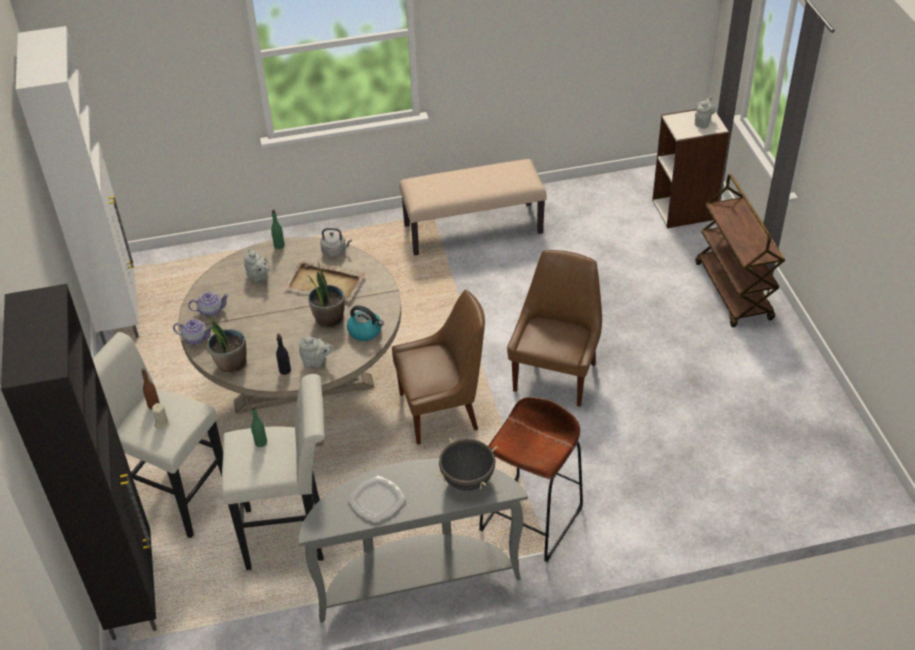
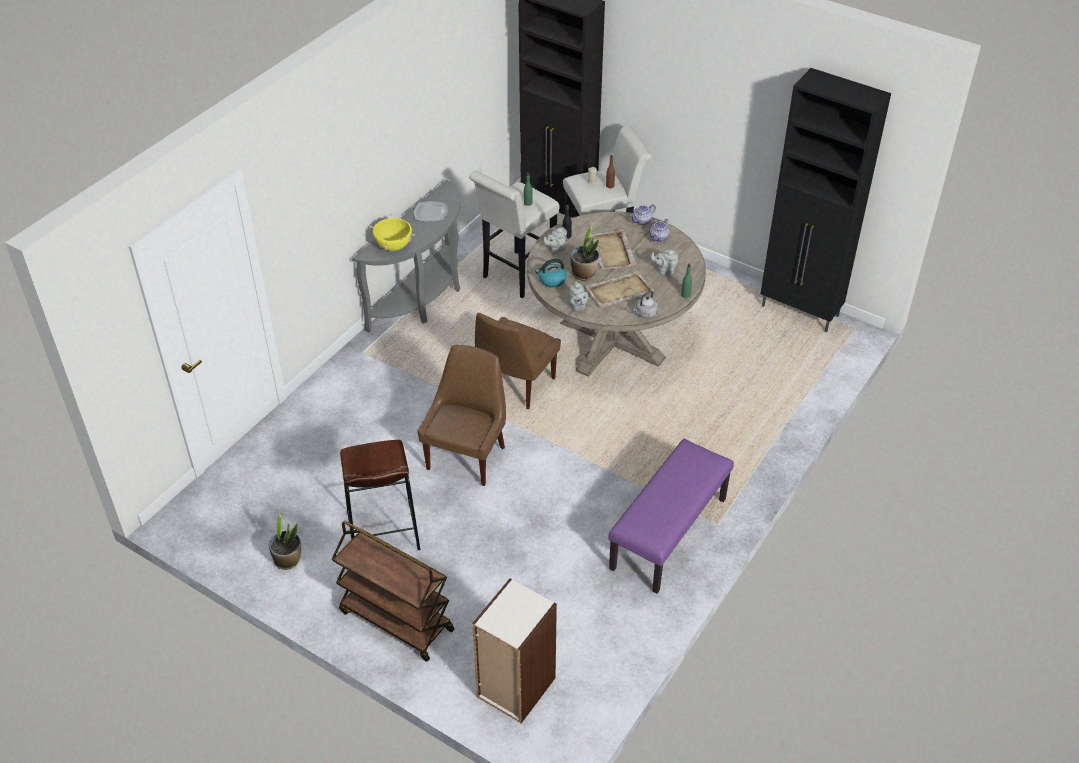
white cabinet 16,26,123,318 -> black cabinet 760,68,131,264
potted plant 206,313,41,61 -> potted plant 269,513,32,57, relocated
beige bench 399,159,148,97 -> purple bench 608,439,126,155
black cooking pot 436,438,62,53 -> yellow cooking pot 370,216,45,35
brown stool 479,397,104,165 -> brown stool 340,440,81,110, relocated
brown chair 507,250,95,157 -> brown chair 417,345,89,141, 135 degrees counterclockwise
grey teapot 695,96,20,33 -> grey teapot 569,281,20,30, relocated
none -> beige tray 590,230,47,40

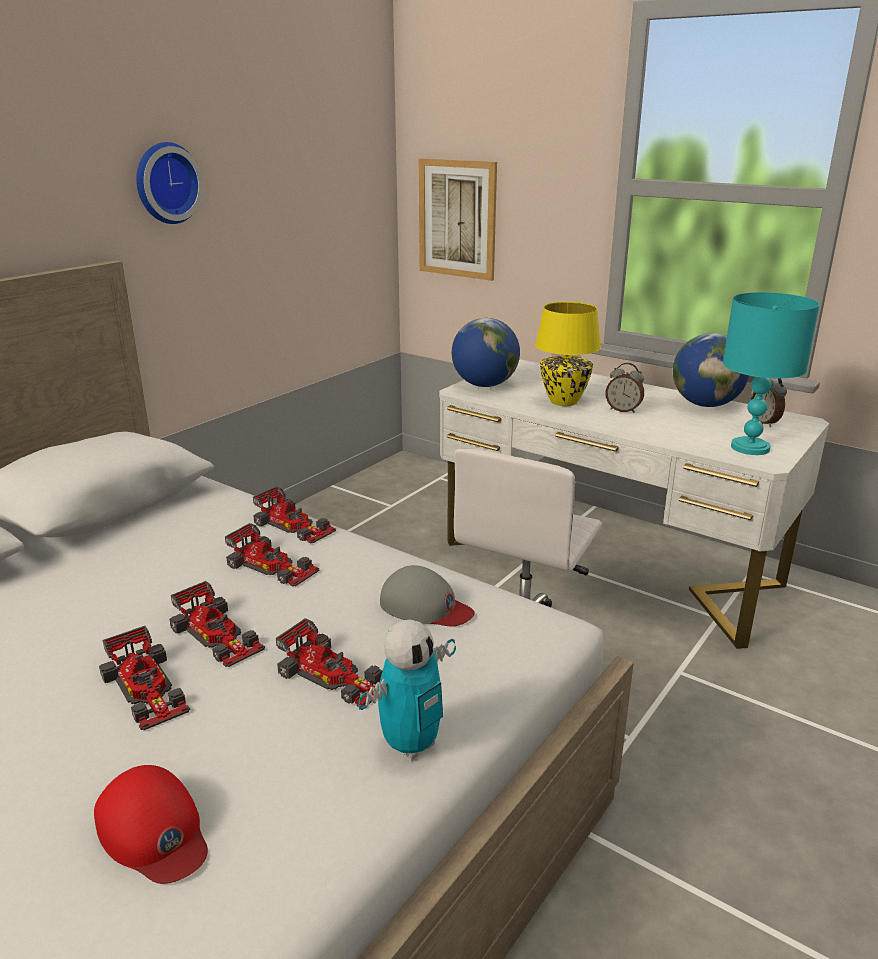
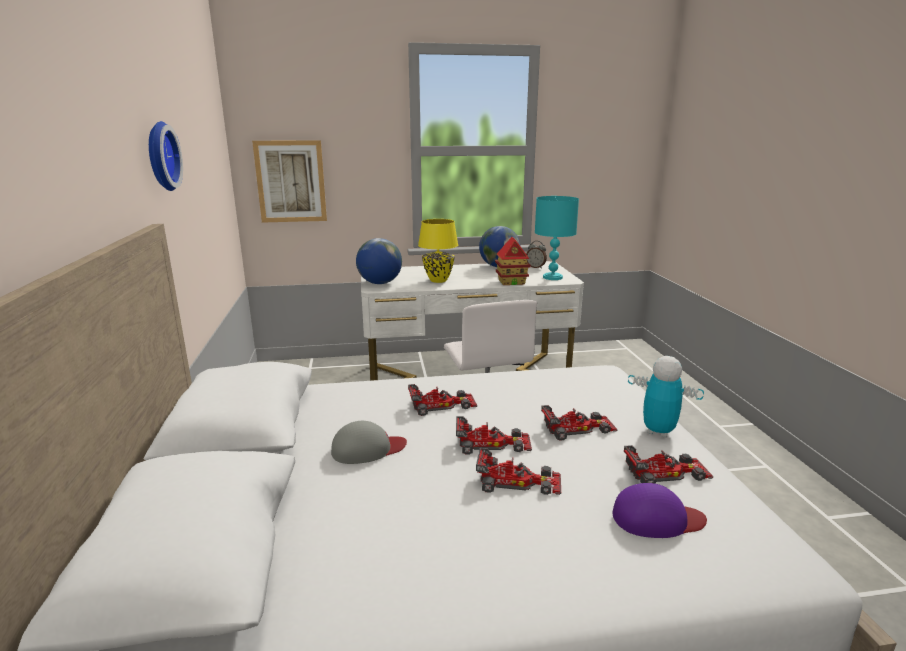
red cap 94,765,114,119 -> purple cap 613,483,94,55
toy car 253,486,83,57 -> toy car 624,445,90,39, relocated
toy robot 358,620,98,141 -> toy robot 628,356,76,82, 60 degrees counterclockwise
grey cap 380,565,95,61 -> grey cap 331,421,76,43, relocated
alarm clock 605,363,39,50 -> none
none -> toy house 495,237,36,48

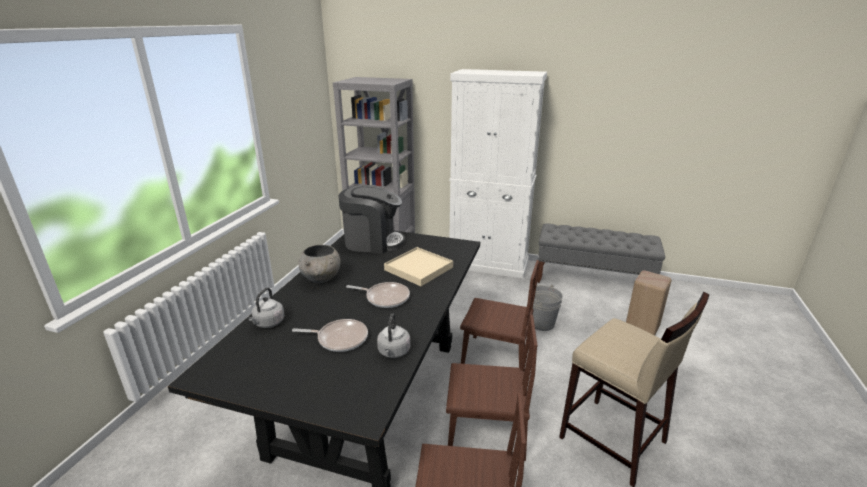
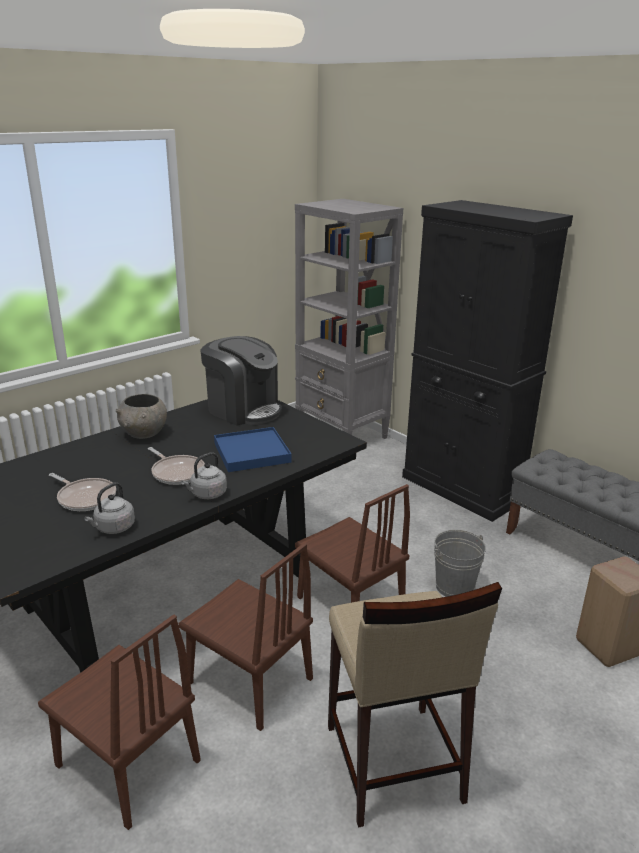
grey kettle 248,287,36,41 -> grey kettle 181,452,46,47, relocated
beige tray 384,247,69,39 -> blue tray 214,427,77,45
white cabinet 449,69,98,209 -> black cabinet 402,200,171,322

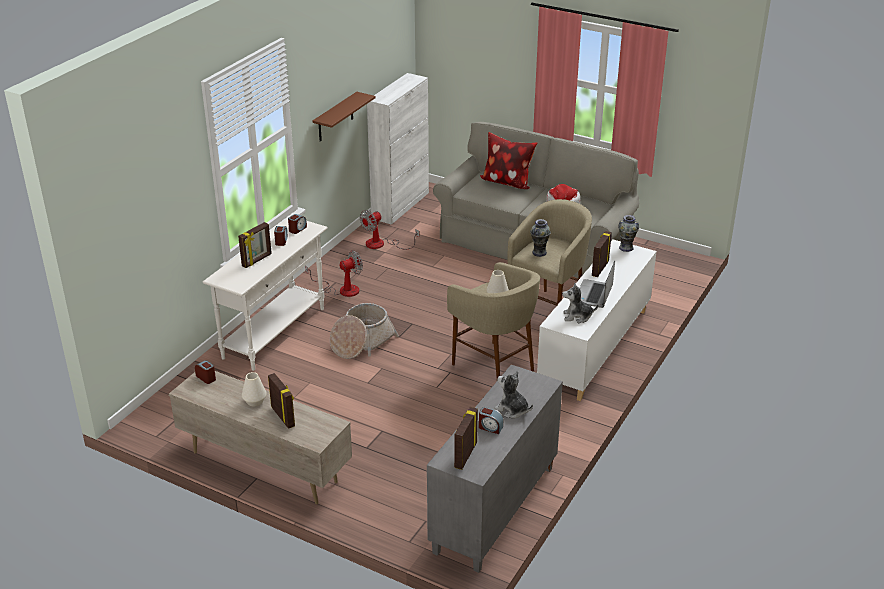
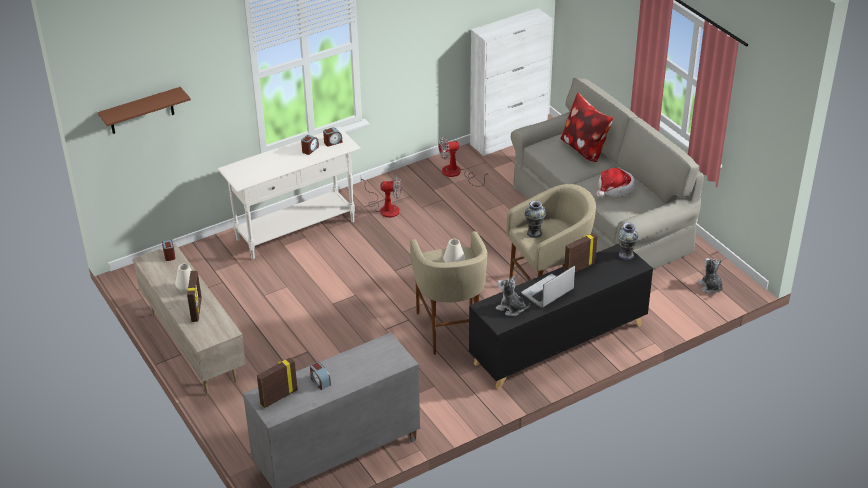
picture frame 238,222,34,46 -> none
brown shelf 312,92,64,50 -> brown shelf 98,87,93,47, relocated
basket 330,303,69,56 -> none
plush toy 494,371,39,47 -> plush toy 698,258,25,36, relocated
white cabinet 537,240,120,161 -> black cabinet 469,244,184,145

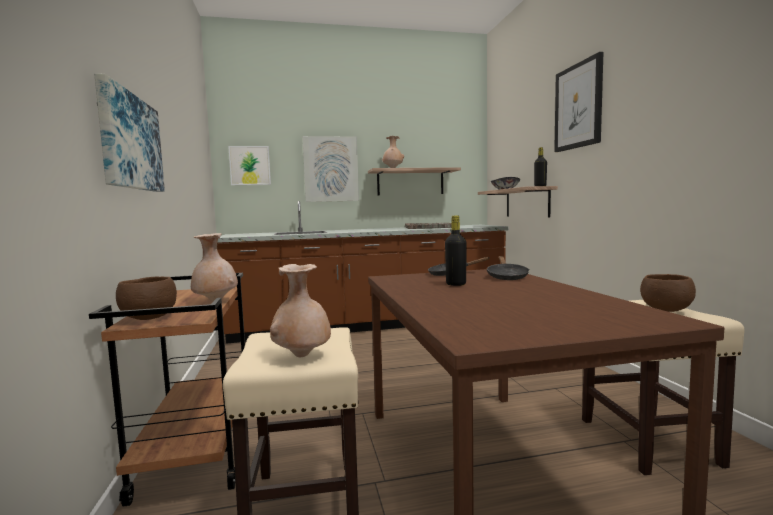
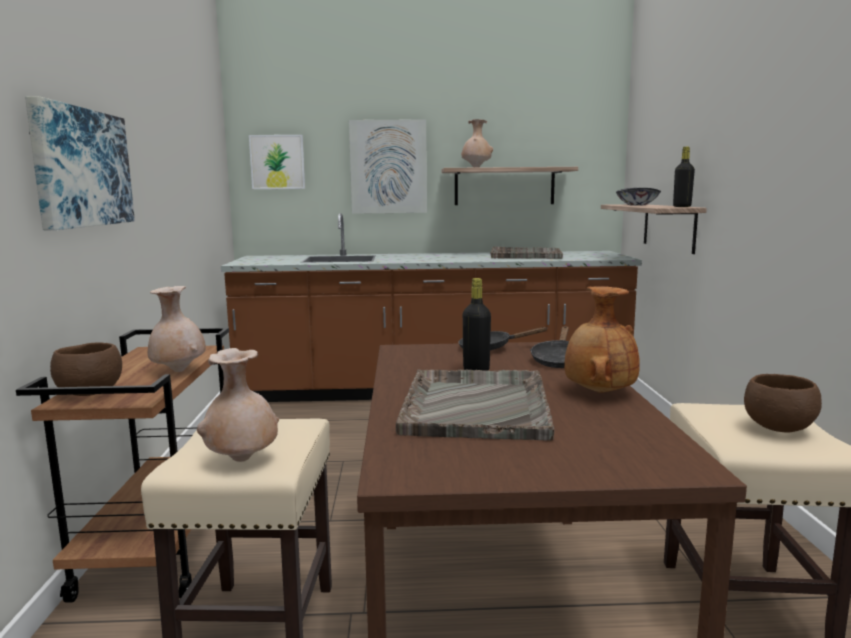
picture 554,52,49,100 -> none
none -> grey tray 396,369,158,72
none -> brown vase 564,286,76,107

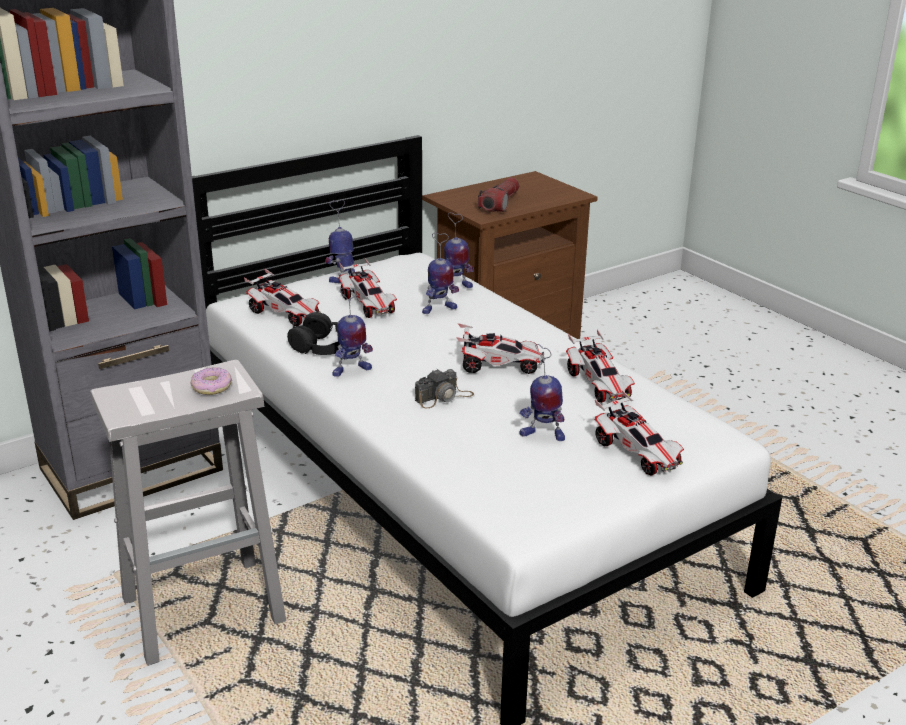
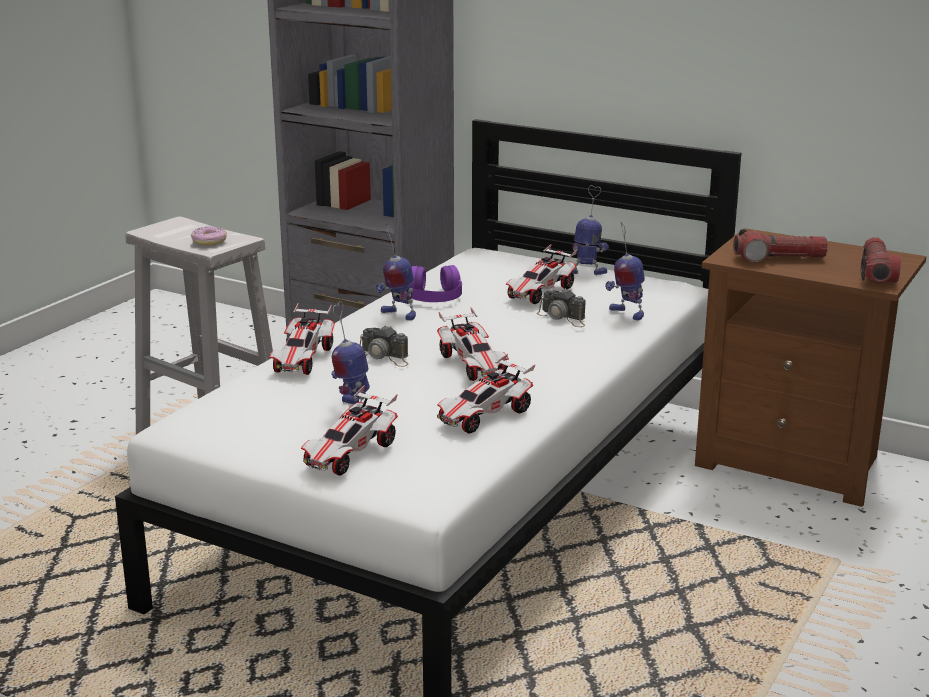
toy car 244,268,76,58 -> toy car 270,303,65,72, relocated
black headphones 287,312,53,43 -> purple headphones 411,265,51,37
toy robot 422,233,37,81 -> photo camera 537,288,49,39
none -> flashlight 861,237,40,46

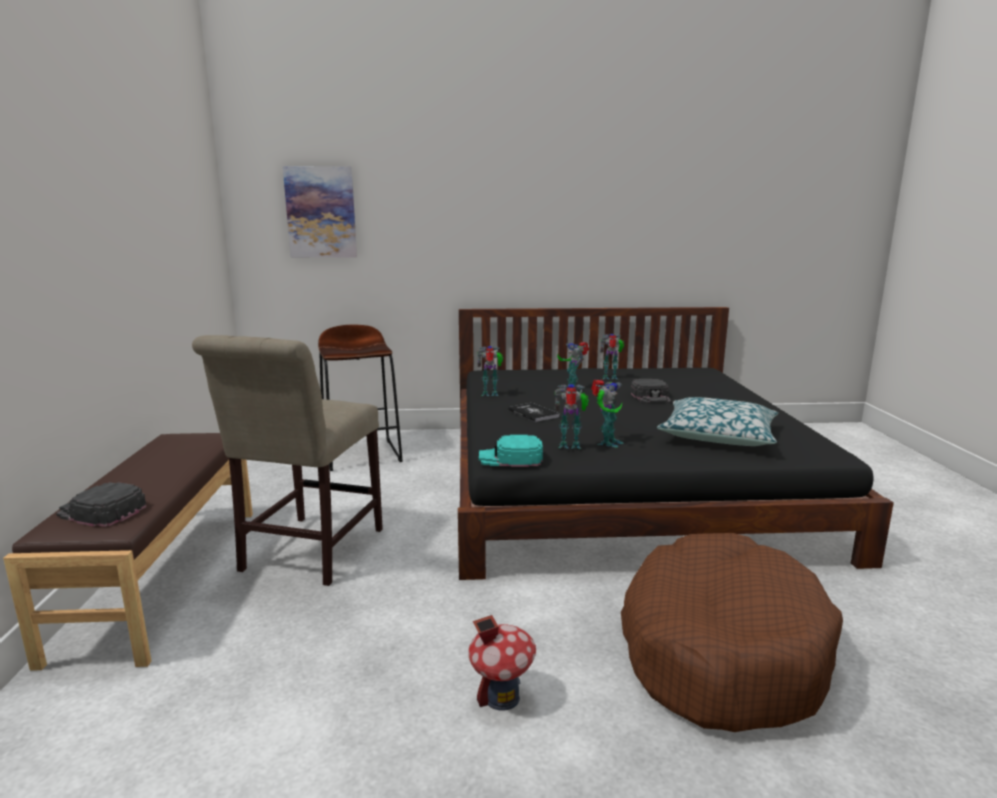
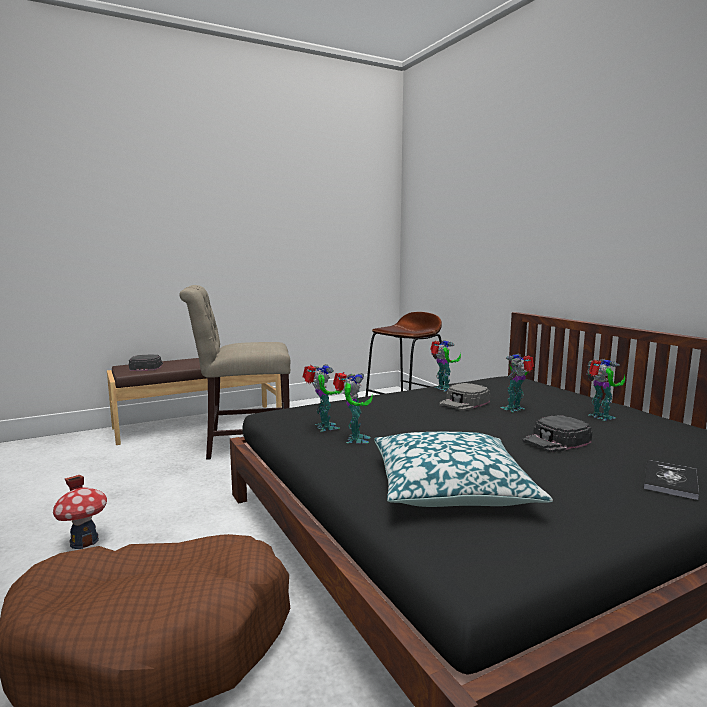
picture 283,166,74,92 -> none
turquoise cap 479,435,64,32 -> none
book 508,403,51,19 -> book 644,460,55,40, relocated
toy robot 591,379,33,68 -> toy robot 333,372,40,71, 90 degrees counterclockwise
none -> grey cap 439,383,51,28

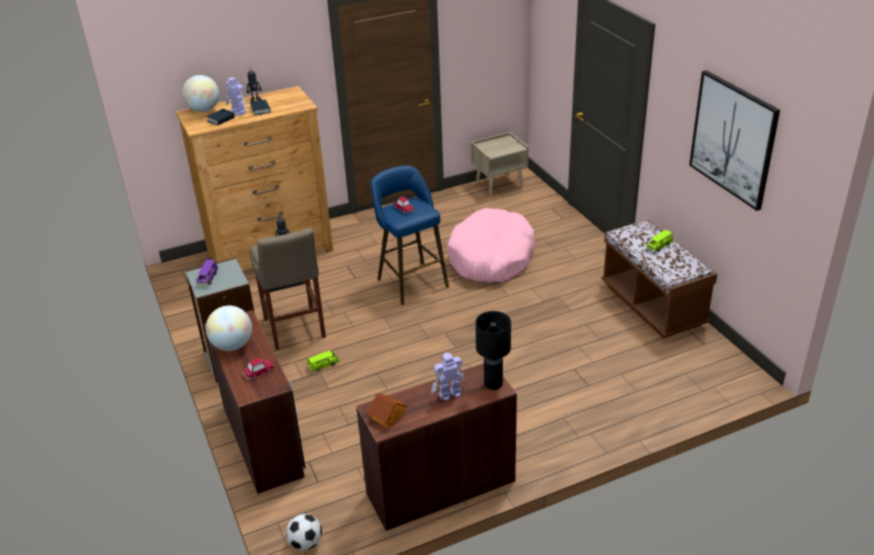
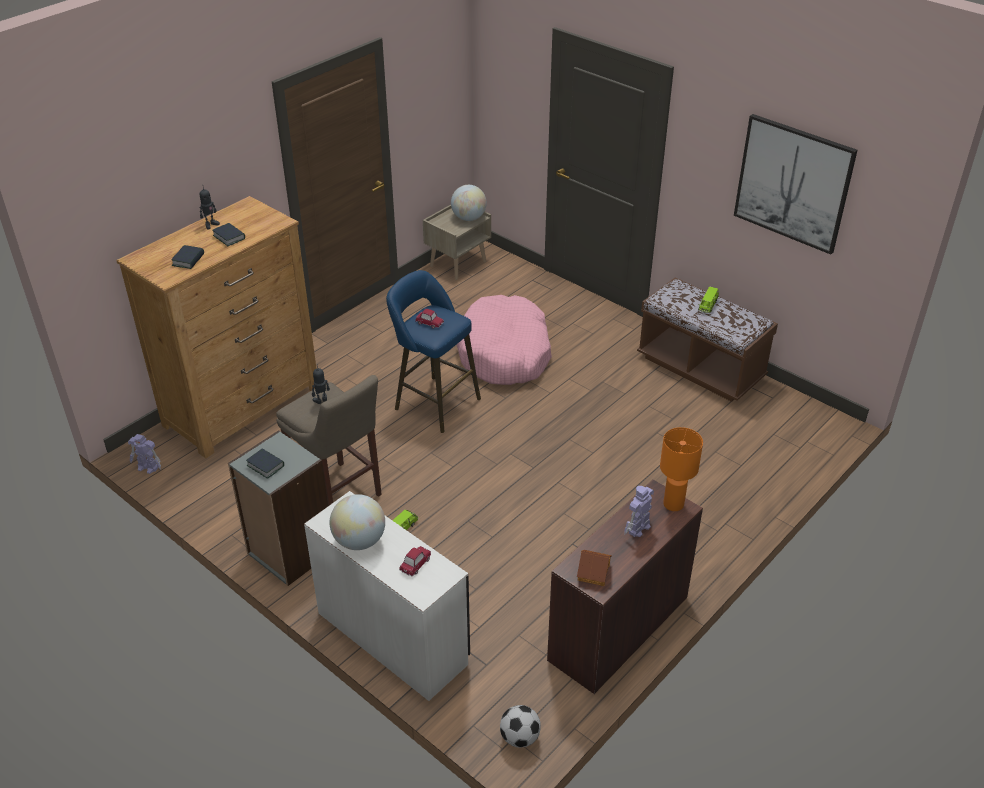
globe 182,75,37,37 -> globe 451,185,36,36, relocated
purple toy car 196,260,22,27 -> book 246,448,38,31
brown desk 204,310,102,184 -> white desk 304,491,166,210
toy robot 225,77,22,39 -> toy robot 128,434,33,40, relocated
black table lamp 475,311,36,79 -> orange table lamp 660,427,43,84

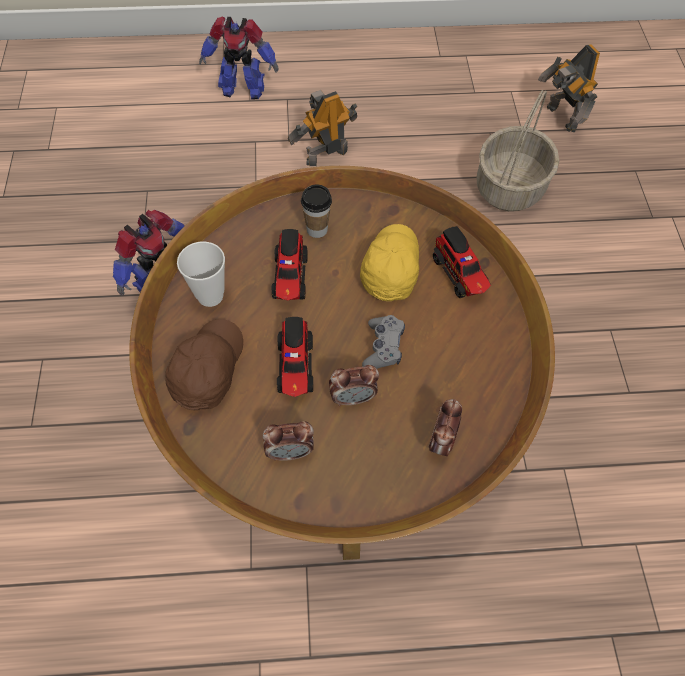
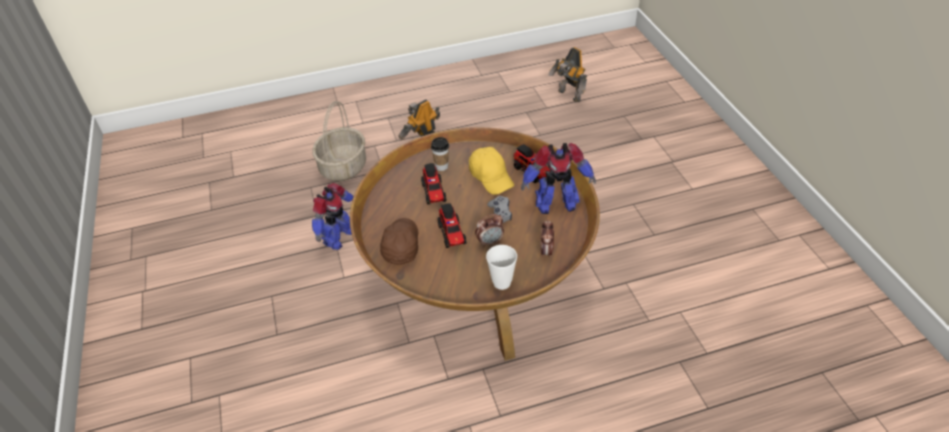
cup 177,242,48,65 -> cup 486,245,31,45, relocated
toy robot 199,17,80,83 -> toy robot 521,143,75,71, relocated
alarm clock 263,421,51,40 -> none
yellow cap 360,224,59,77 -> yellow cap 469,147,45,48, 150 degrees clockwise
basket 477,90,82,121 -> basket 312,101,54,80, relocated

